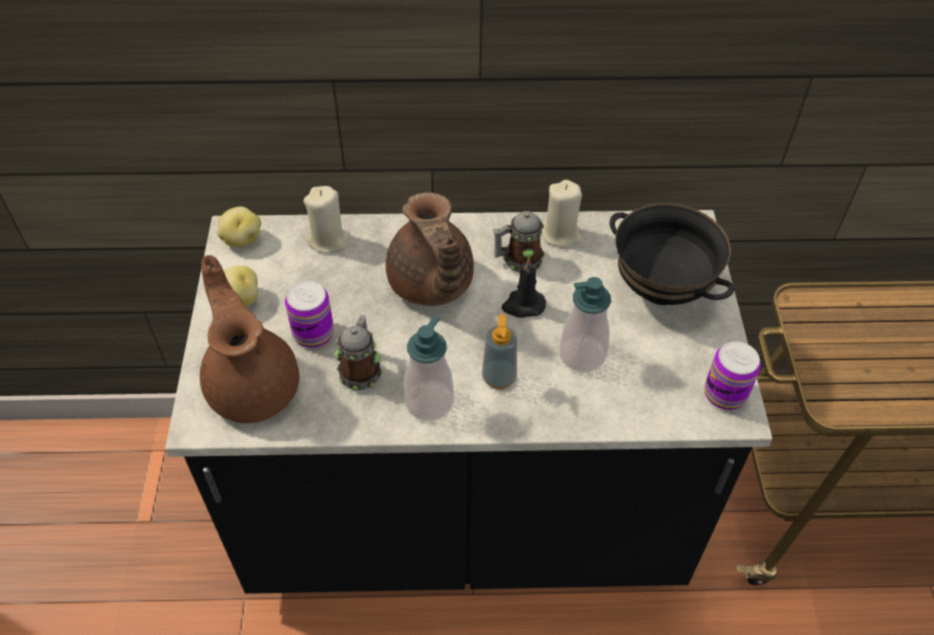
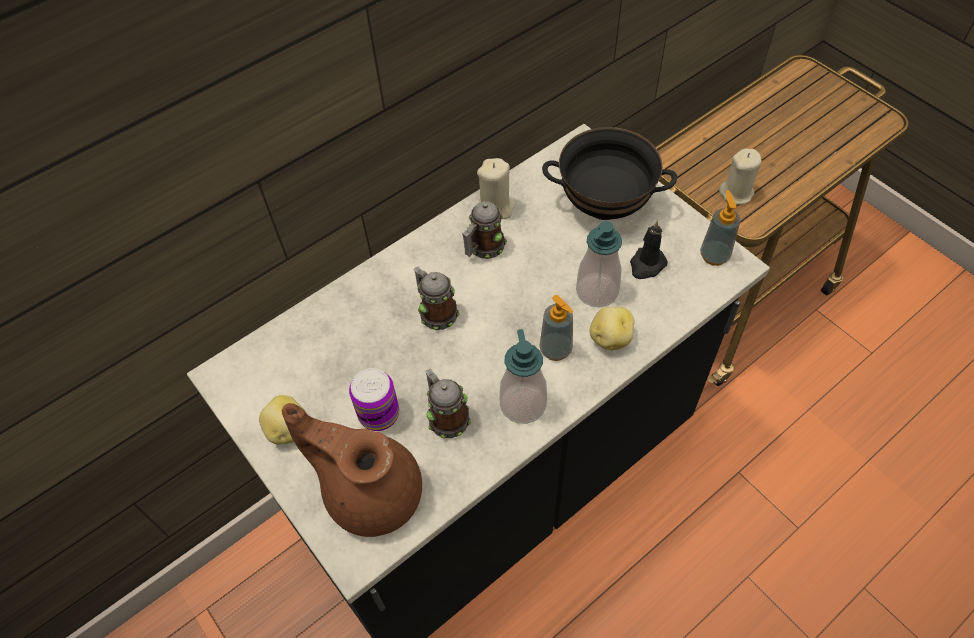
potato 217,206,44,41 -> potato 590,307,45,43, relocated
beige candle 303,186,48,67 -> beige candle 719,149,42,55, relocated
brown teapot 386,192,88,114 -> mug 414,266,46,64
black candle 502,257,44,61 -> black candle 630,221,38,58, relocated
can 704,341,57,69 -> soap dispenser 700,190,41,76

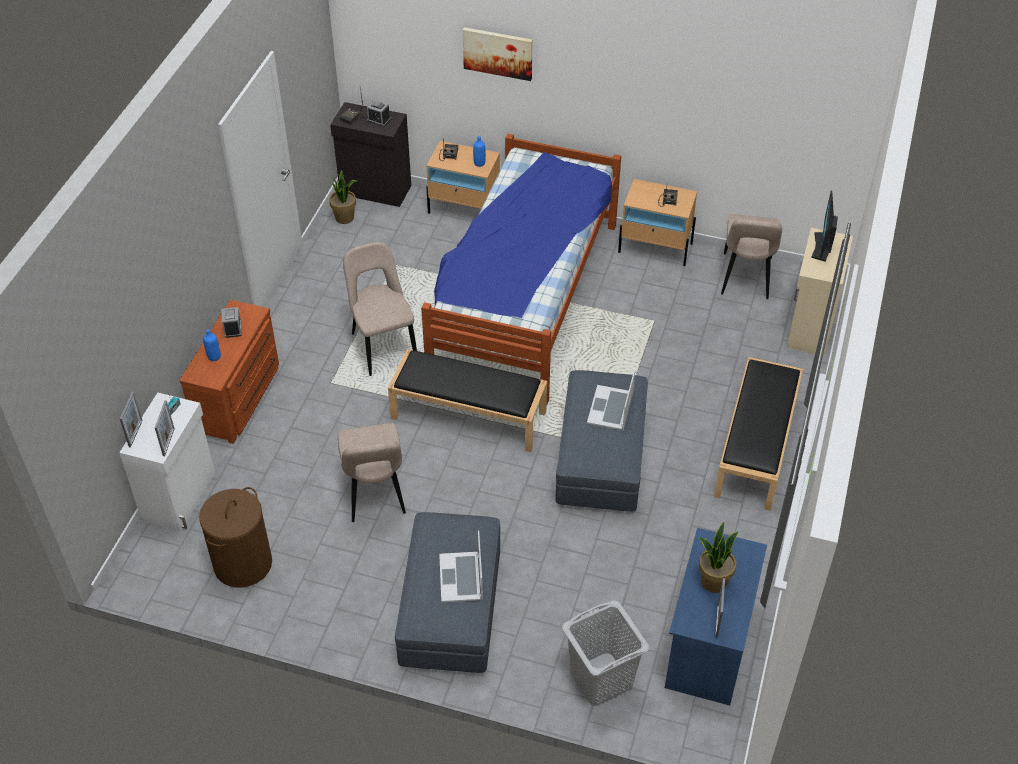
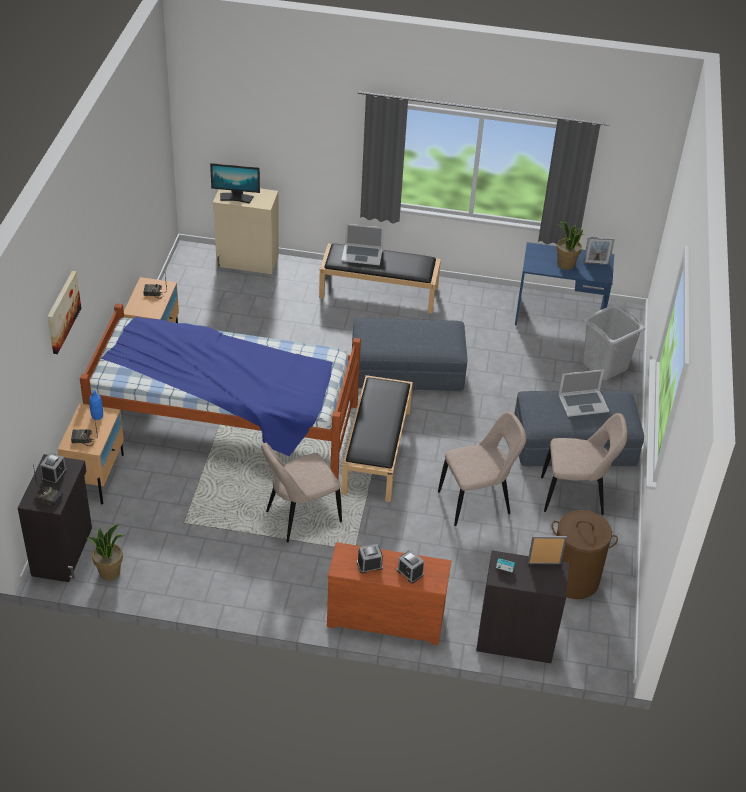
white cabinet 119,393,96,139 -> black cabinet 476,551,93,112
picture frame 120,392,23,56 -> none
blue bottle 203,329,18,32 -> alarm clock 397,550,27,34
laptop 587,369,48,61 -> laptop 341,224,43,41, relocated
beige chair 721,214,61,85 -> beige chair 541,413,86,102, relocated

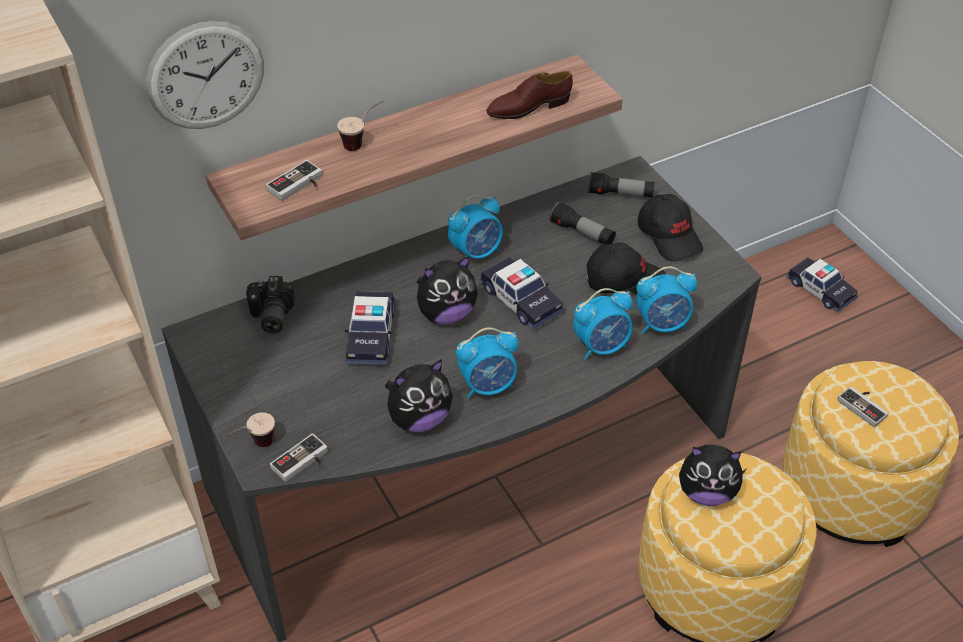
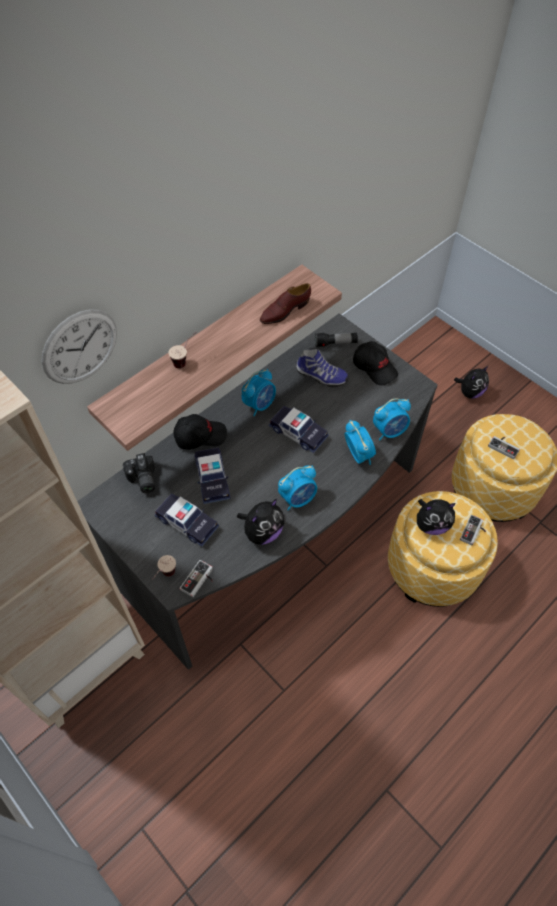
game controller 266,160,56,41 -> game controller 460,514,26,31, relocated
plush toy 417,256,61,69 -> plush toy 454,366,35,33, relocated
flashlight 549,202,67,43 -> shoe 296,349,53,39
alarm clock 573,288,60,72 -> alarm clock 345,420,31,45, 75 degrees counterclockwise
black cap 587,243,79,51 -> black cap 173,414,54,36, relocated
toy car 786,257,72,55 -> toy car 155,493,64,54, relocated

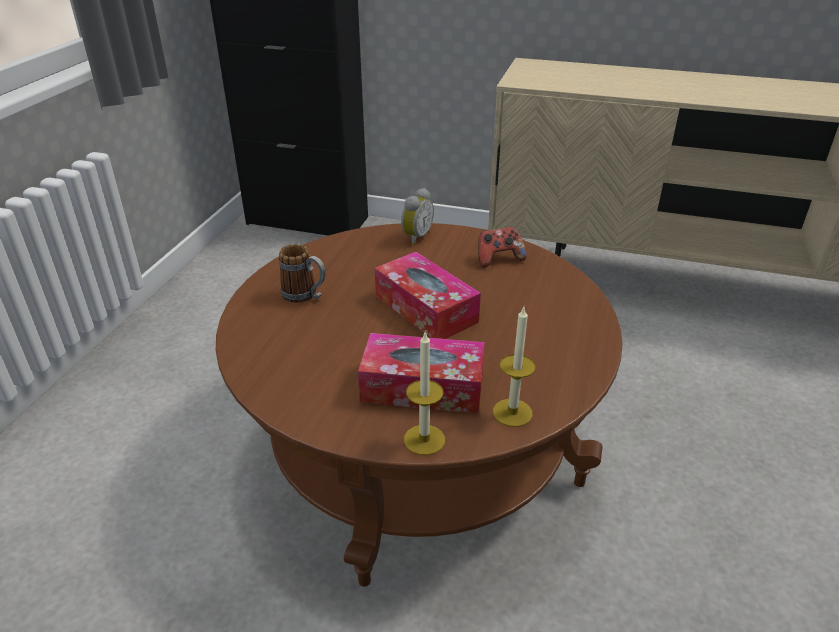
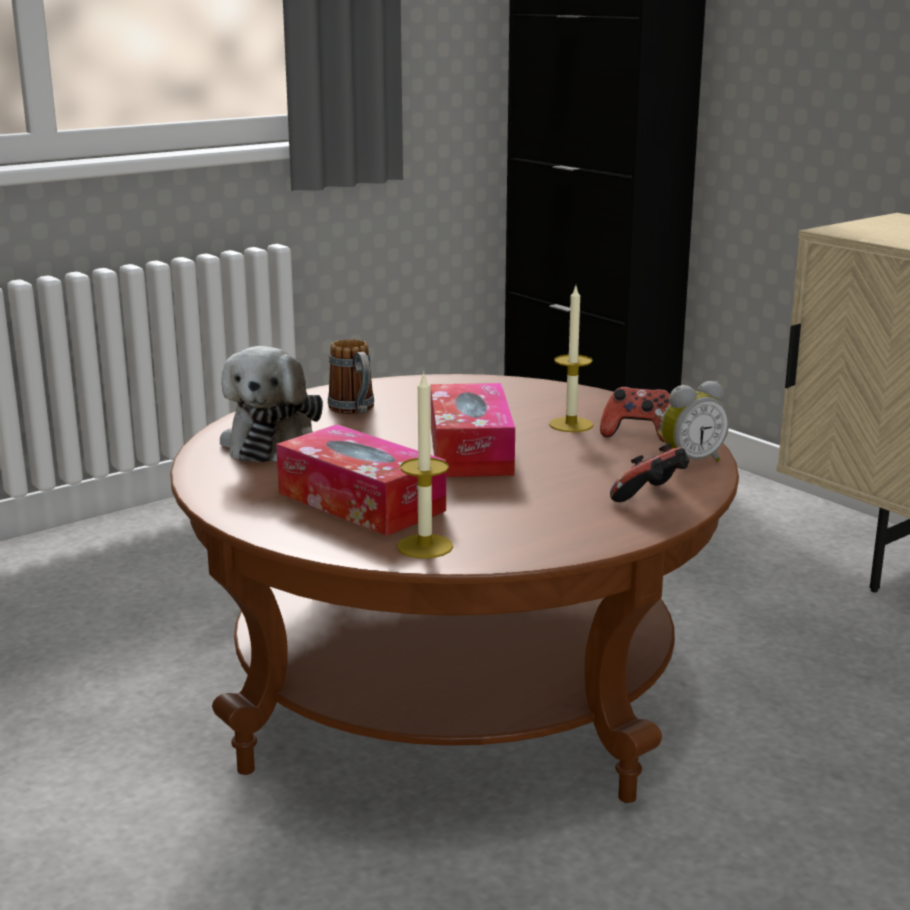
alarm clock 401,188,33,57 -> alarm clock 661,381,68,81, relocated
candle 404,332,41,123 -> candle 549,286,44,146, relocated
none -> plush toy 220,346,103,116
none -> game controller 610,443,79,59

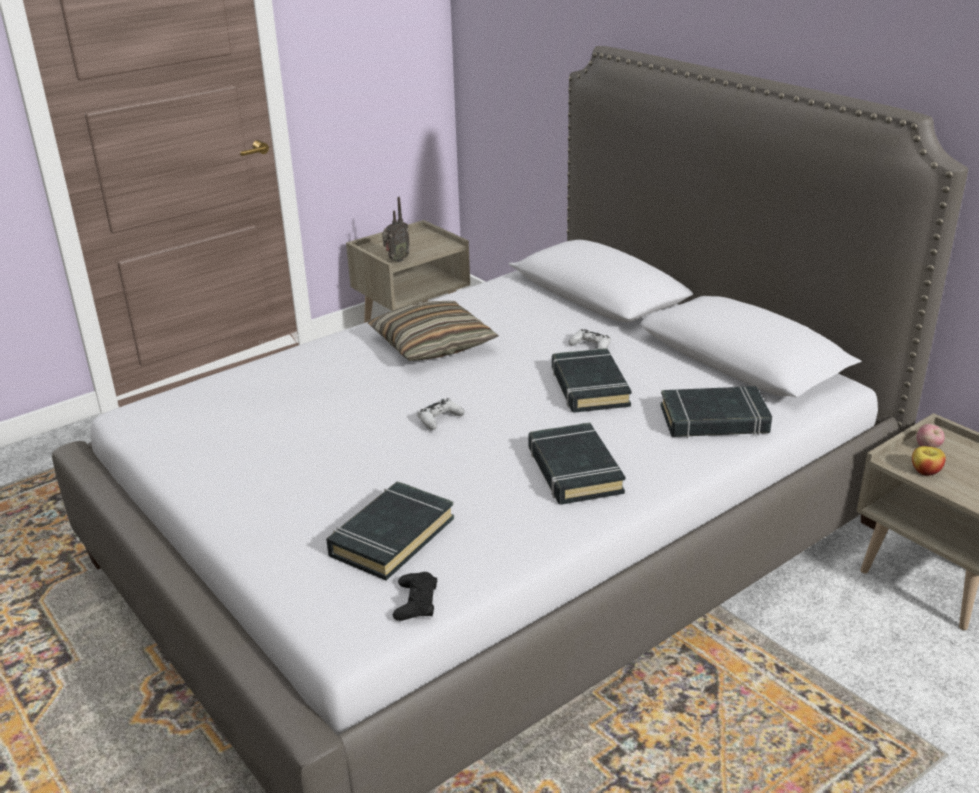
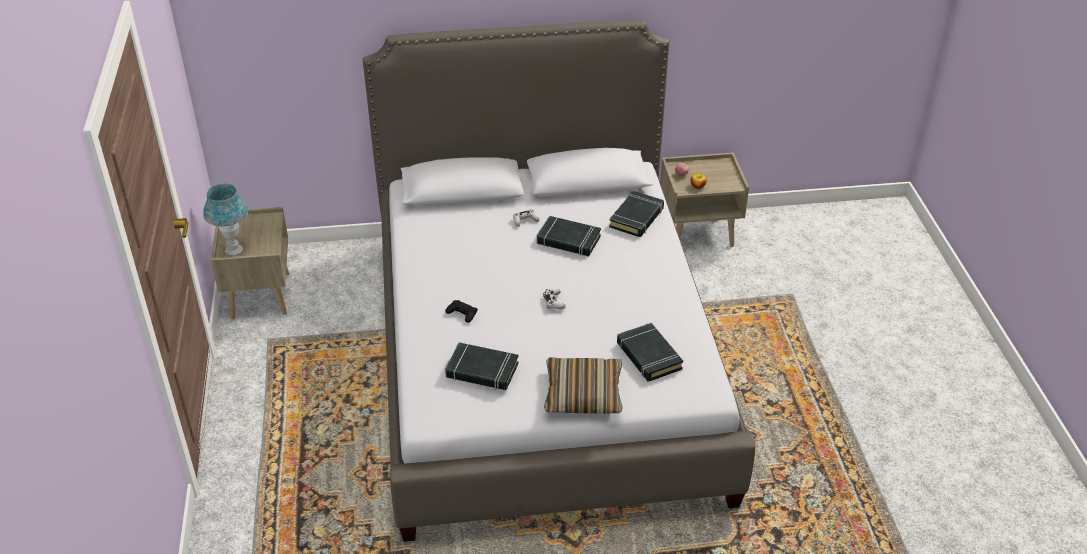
pillow 368,301,130,60 -> pillow 544,357,79,57, relocated
radio 382,197,28,65 -> none
black game controller 393,572,44,49 -> black game controller 445,300,33,23, relocated
black book 528,422,97,83 -> black book 445,342,74,48, relocated
none -> blue table lamp 203,184,45,71

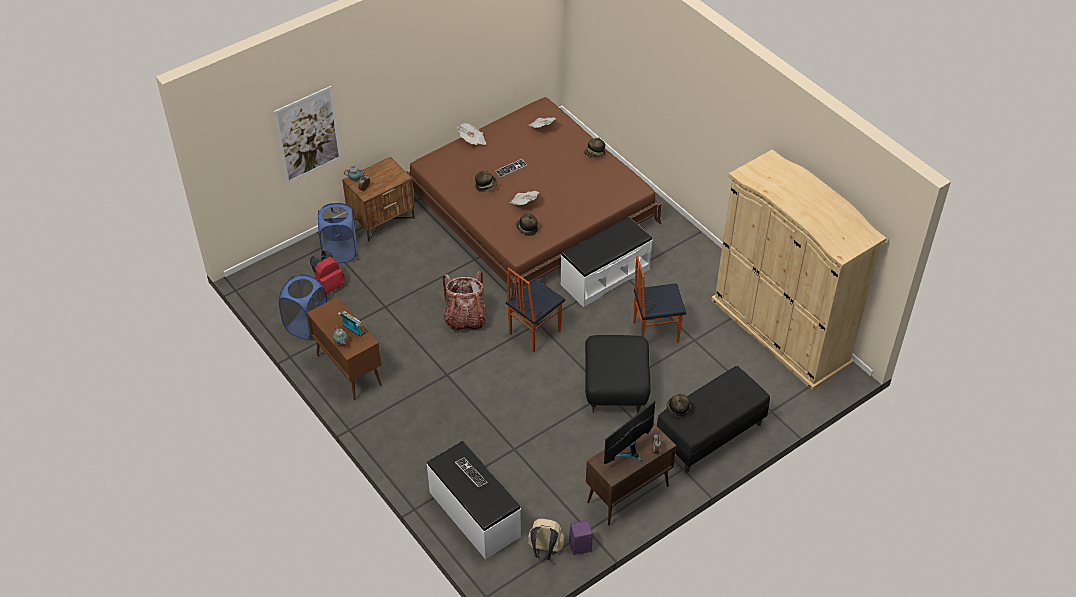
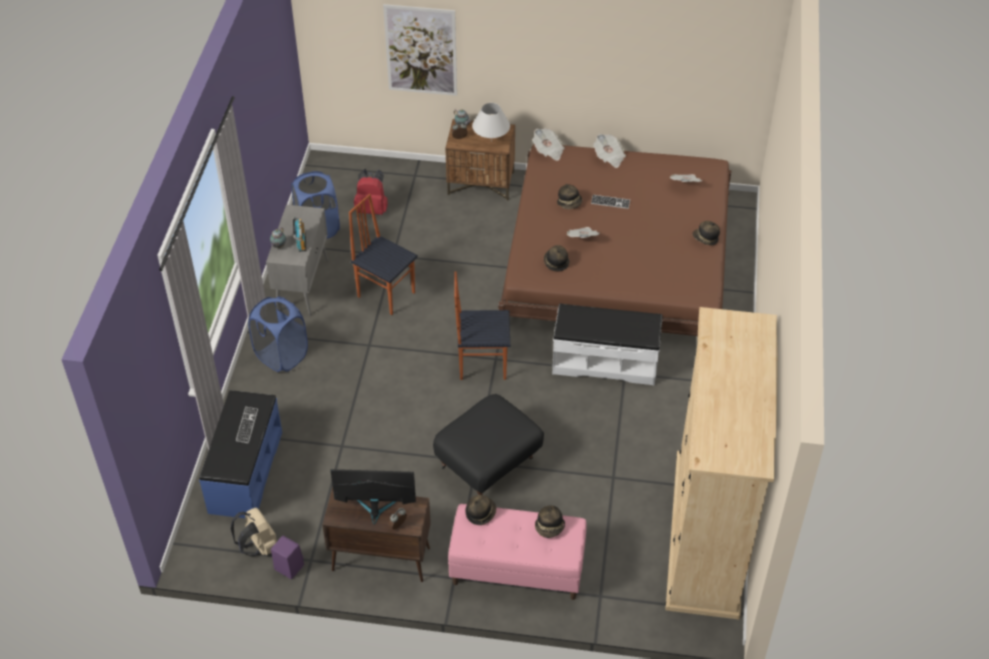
brown cabinet 307,297,75,104 -> grey cabinet 266,205,62,111
blue laundry basket 318,203,39,60 -> blue laundry basket 248,297,60,75, relocated
white bench 427,441,94,118 -> blue bench 199,390,83,128
backpack 443,271,44,61 -> none
chair 633,256,53,87 -> chair 349,194,69,121, relocated
black bench 657,366,113,107 -> pink bench 448,504,139,96
none -> white table lamp 472,103,38,39
none -> newspaper 532,128,33,33
none -> hat 535,505,30,33

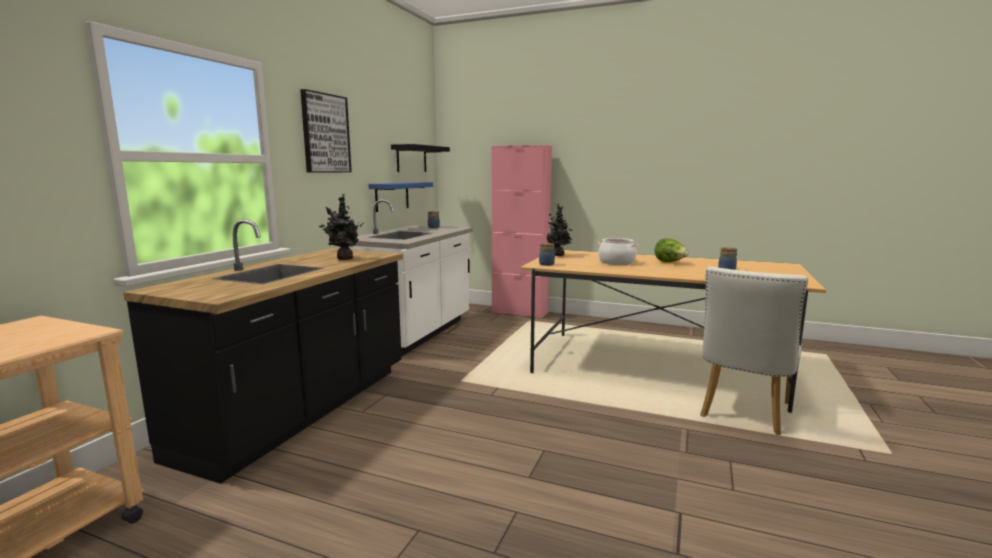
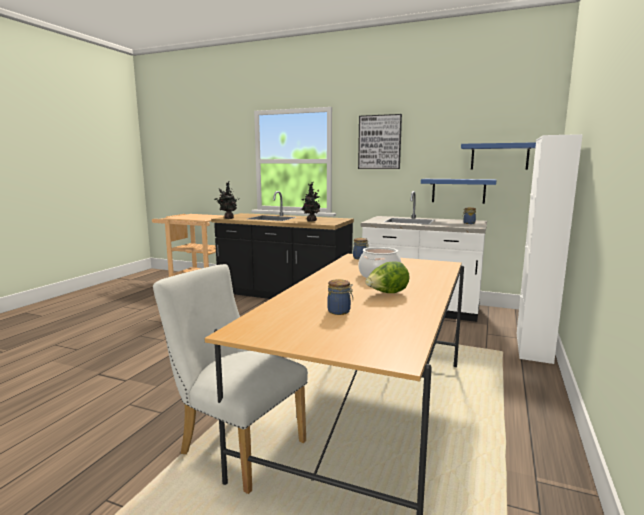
black shelf 391,144,59,28 -> blue shelf 461,142,75,28
pink cabinet 492,145,60,174 -> white cabinet 516,134,67,230
potted plant 546,204,27,52 -> potted plant 214,181,26,38, relocated

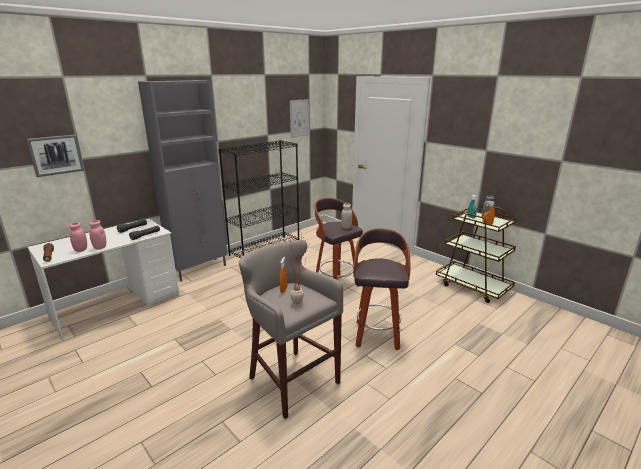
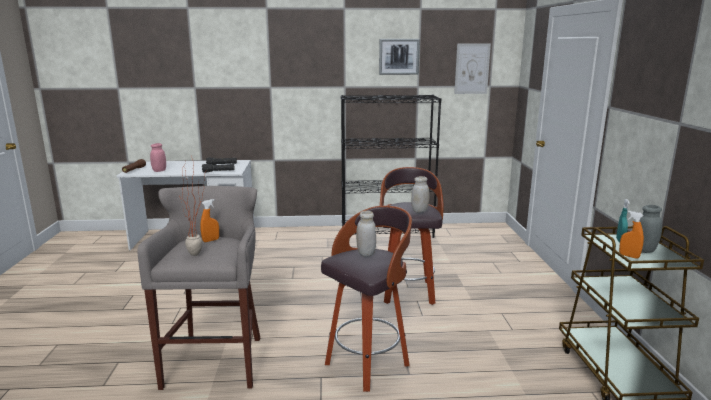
picture 26,134,58,43 -> picture 379,39,41,36, relocated
pink jar 89,220,17,29 -> none
grey cabinet 138,80,89,201 -> none
none -> white jar 356,211,20,46

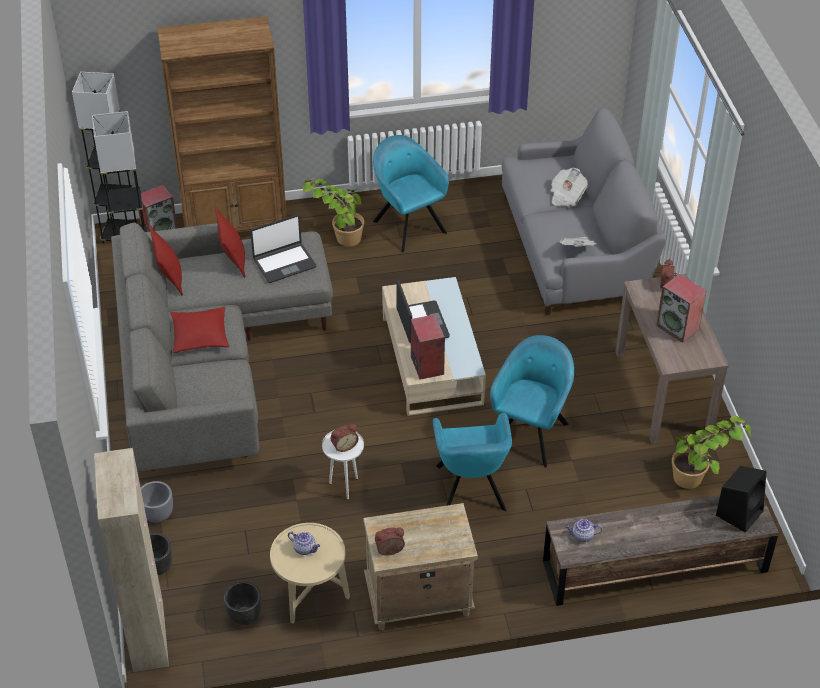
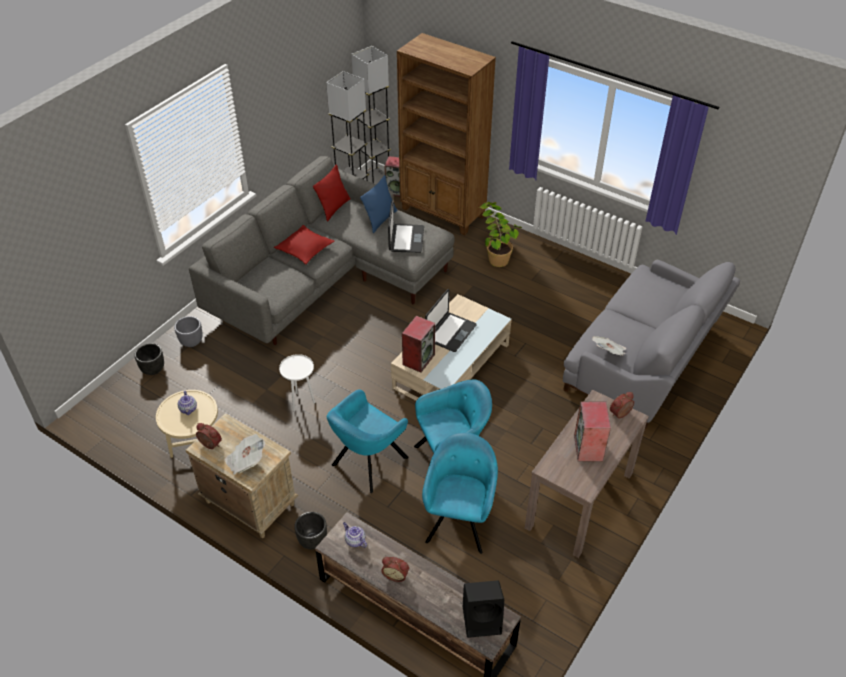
beige cabinet 94,448,75,224 -> none
red pillow 215,207,31,71 -> blue pillow 360,175,37,58
black planter 224,582,37,43 -> black planter 294,512,33,38, relocated
laptop 250,215,66,68 -> laptop 388,201,36,52, 105 degrees counterclockwise
alarm clock 331,424,27,28 -> alarm clock 381,557,28,25, relocated
turquoise armchair 373,135,76,117 -> turquoise armchair 422,433,76,121, relocated
newspaper 550,168,38,38 -> newspaper 225,434,40,41, relocated
potted plant 672,416,79,73 -> none

